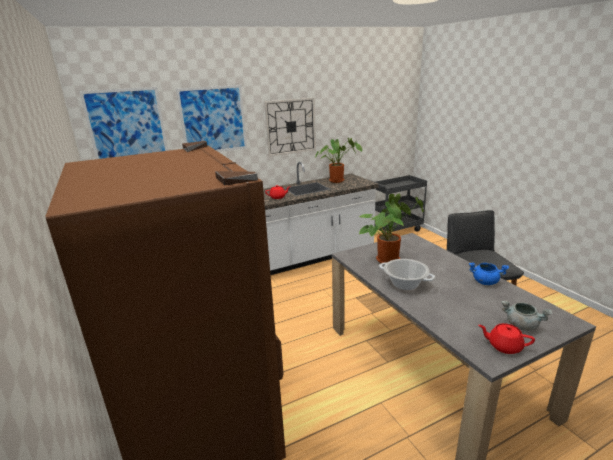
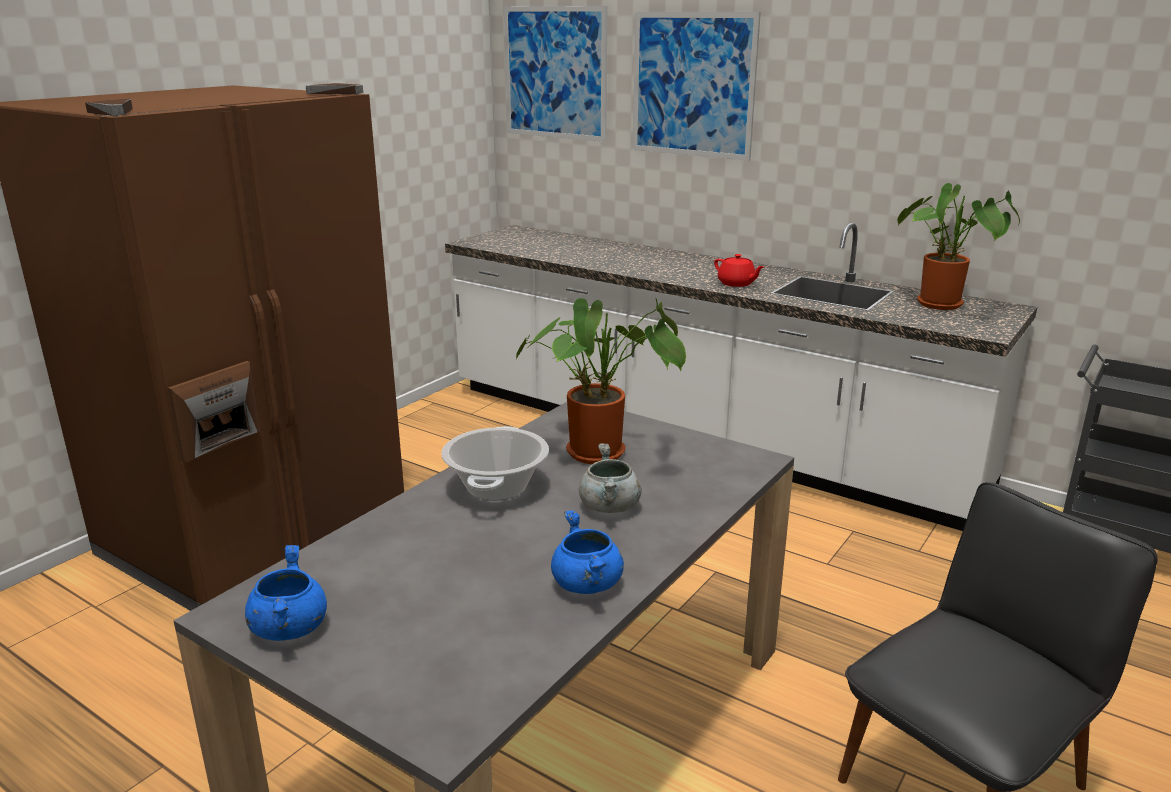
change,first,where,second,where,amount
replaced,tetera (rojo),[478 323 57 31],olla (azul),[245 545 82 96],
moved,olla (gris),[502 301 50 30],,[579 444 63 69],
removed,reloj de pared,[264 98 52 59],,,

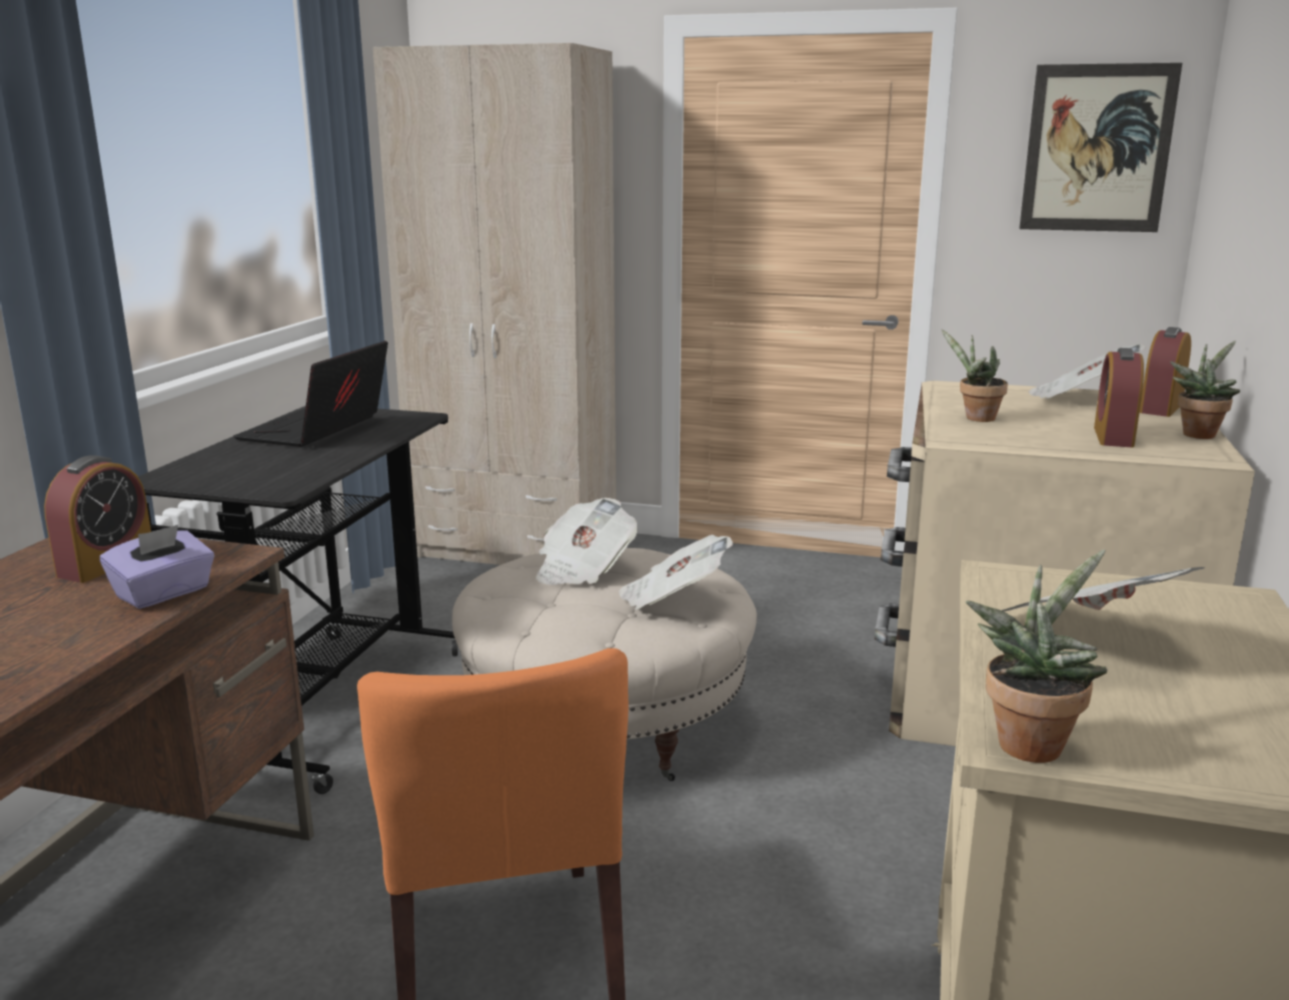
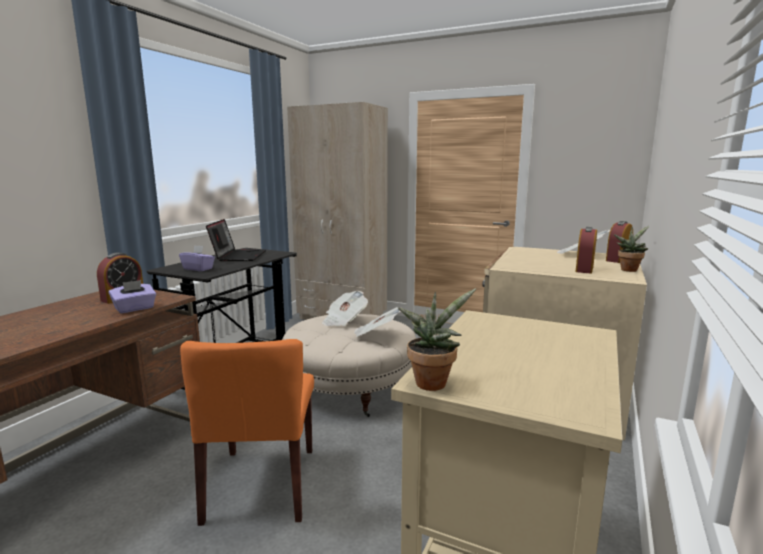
change,first,where,second,where,amount
added,,,caja de pañuelos (morado),[179 245 36 26],
turned,portátil,[233 341 155 106],,[206 219 60 42],150 degrees clockwise
removed,planta en maceta,[941 329 67 93],,,
removed,periódico,[1001 567 204 45],,,
removed,cuadro,[1019 63 163 169],,,

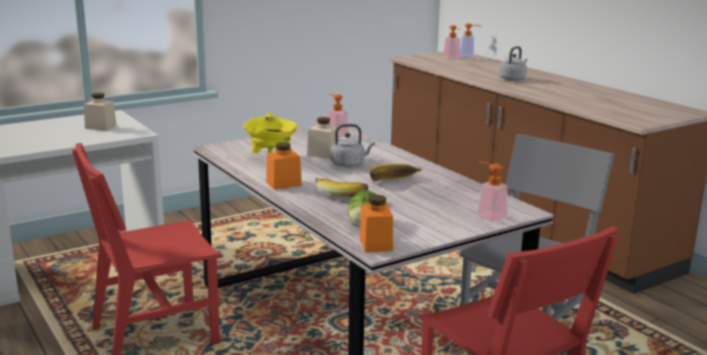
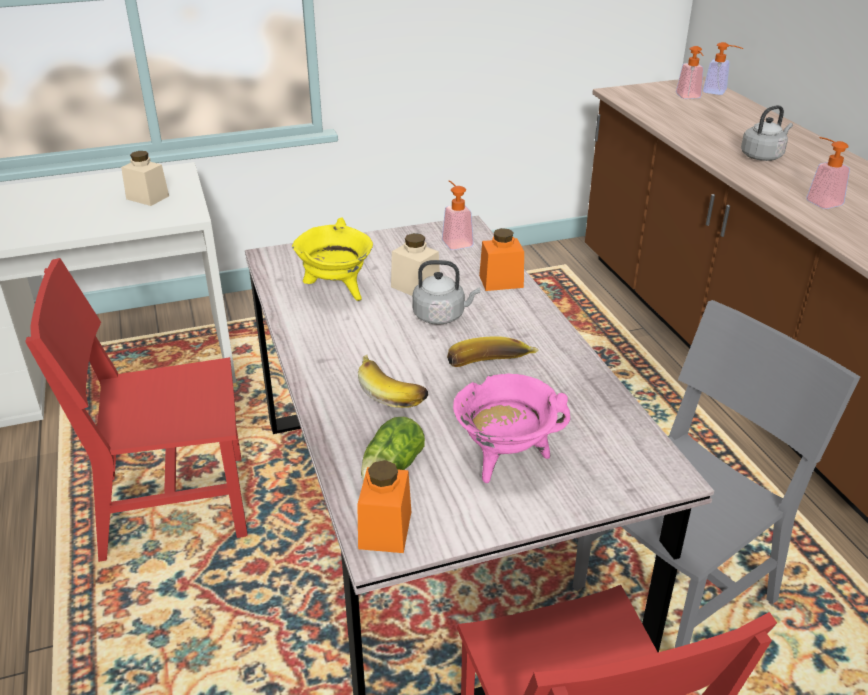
change,first,where,second,where,amount
added,,,olla (rosa),[453 374 117 109],
moved,tarro (naranja),[266 142 36 48],,[479 228 45 63],
moved,dispensador de jabón,[477 162 31 60],,[806 137 44 72],

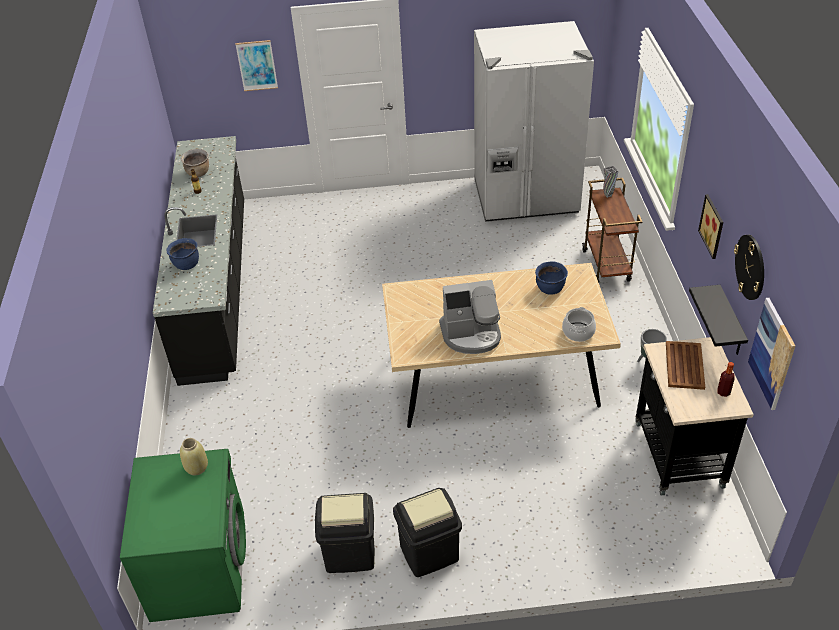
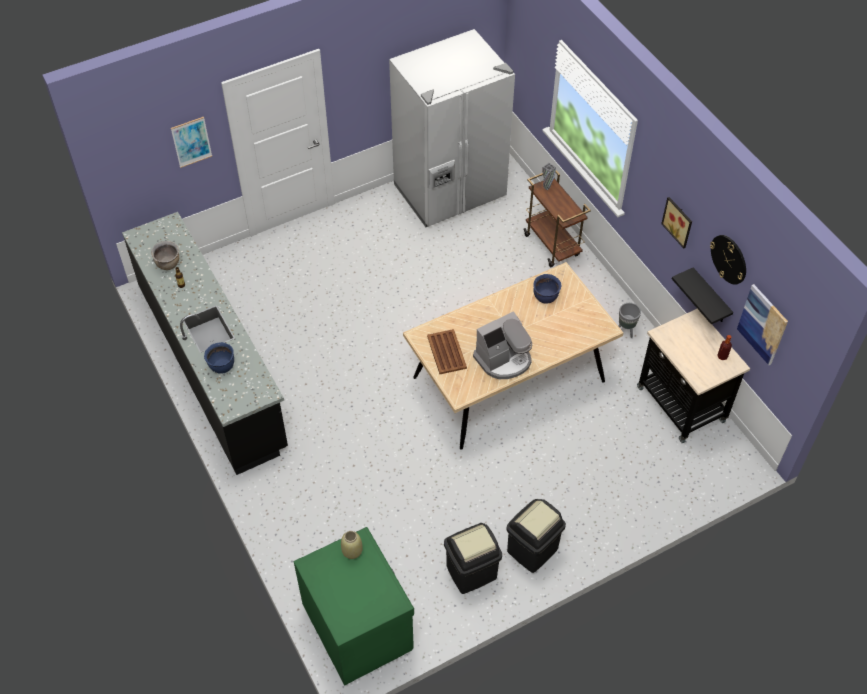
change,first,where,second,where,amount
moved,bandeja (marrón),[666 341 39 49],,[427 329 40 45],
removed,olla,[562 307 34 35],,,

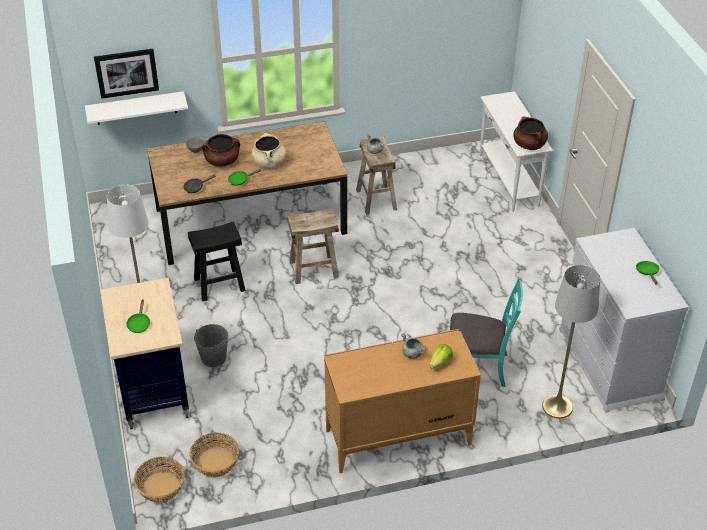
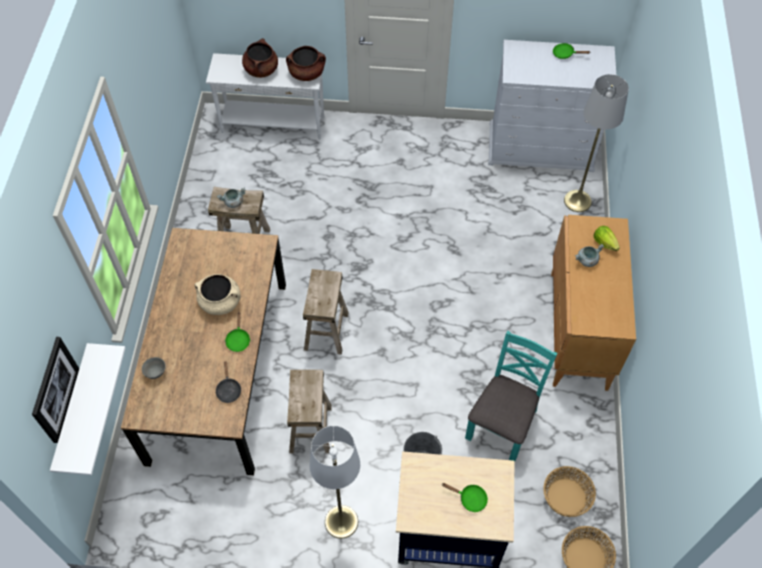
change,first,where,second,where,amount
moved,olla (marrón),[202 134 38 33],,[242 38 36 40],
recoloured,taburete (negro),[188 221 58 81],taburete (beis),[287 370 45 83],
moved,silla (turquesa),[450 277 73 110],,[465 331 93 130],

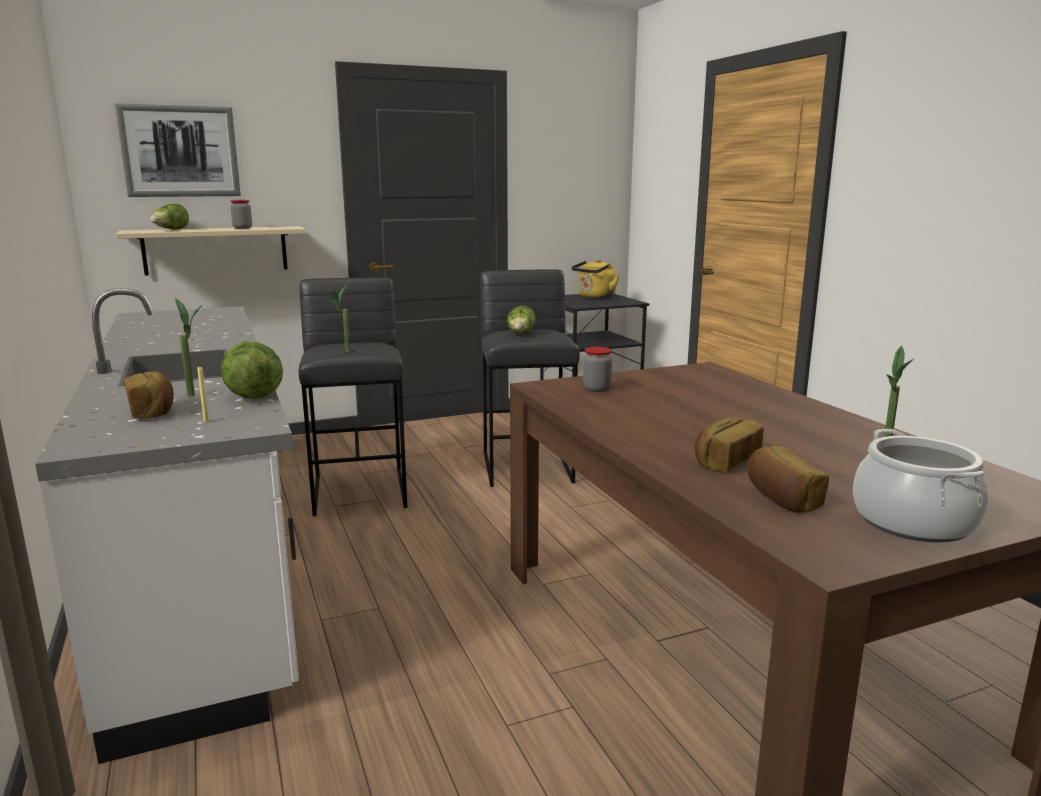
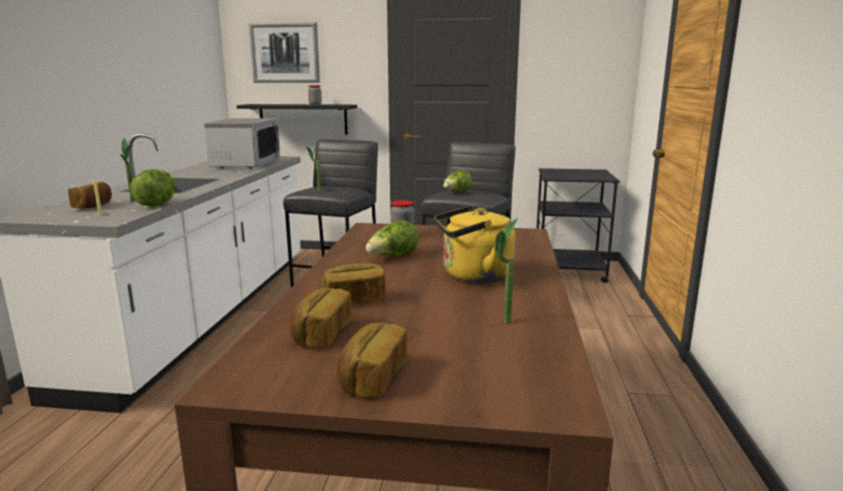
change,first,where,second,where,amount
added,,,microondas,[204 118 76 51],
recoloured,estante (beis),[116 226 190 50],estante (negro),[237 104 120 31],
replaced,olla,[853 429 136 113],pan,[337 323 70 75],
moved,lechuga,[150 204 39 26],,[366 220 53 36],
moved,hervidor (amarillo),[571 260 48 38],,[434 206 82 77],

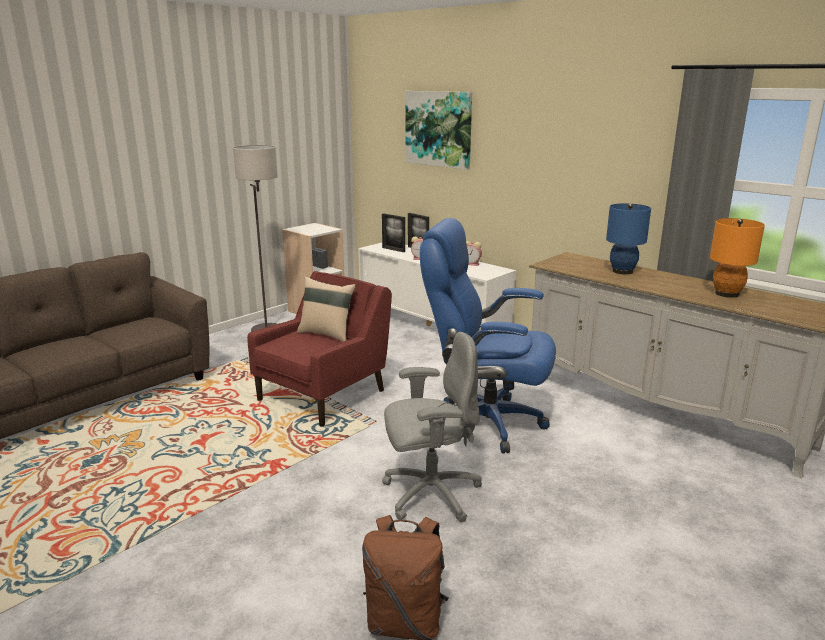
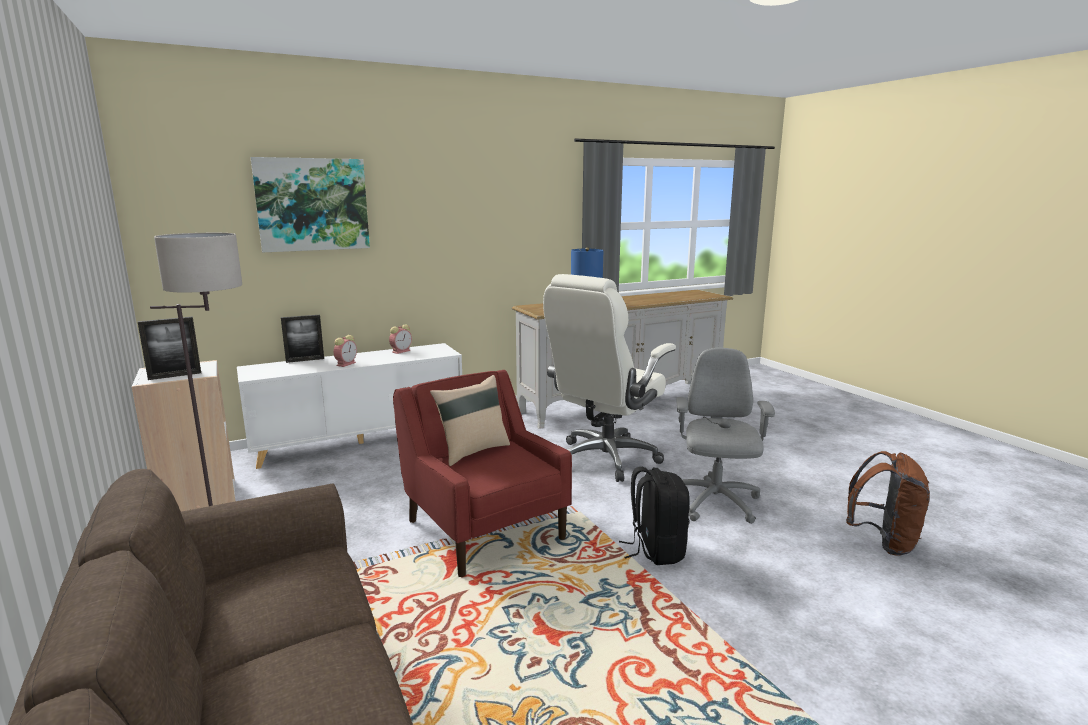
change,first,where,second,where,amount
moved,portarretratos,[382 213 23 39],,[138 316 63 64],
recoloured,silla de oficina (azul),[420 218 136 236],silla de oficina (blanco),[543 274 133 208],
added,,,mochila (negro),[619 467 71 98],
removed,lámpara de mesa (naranja),[710 218 55 80],,,

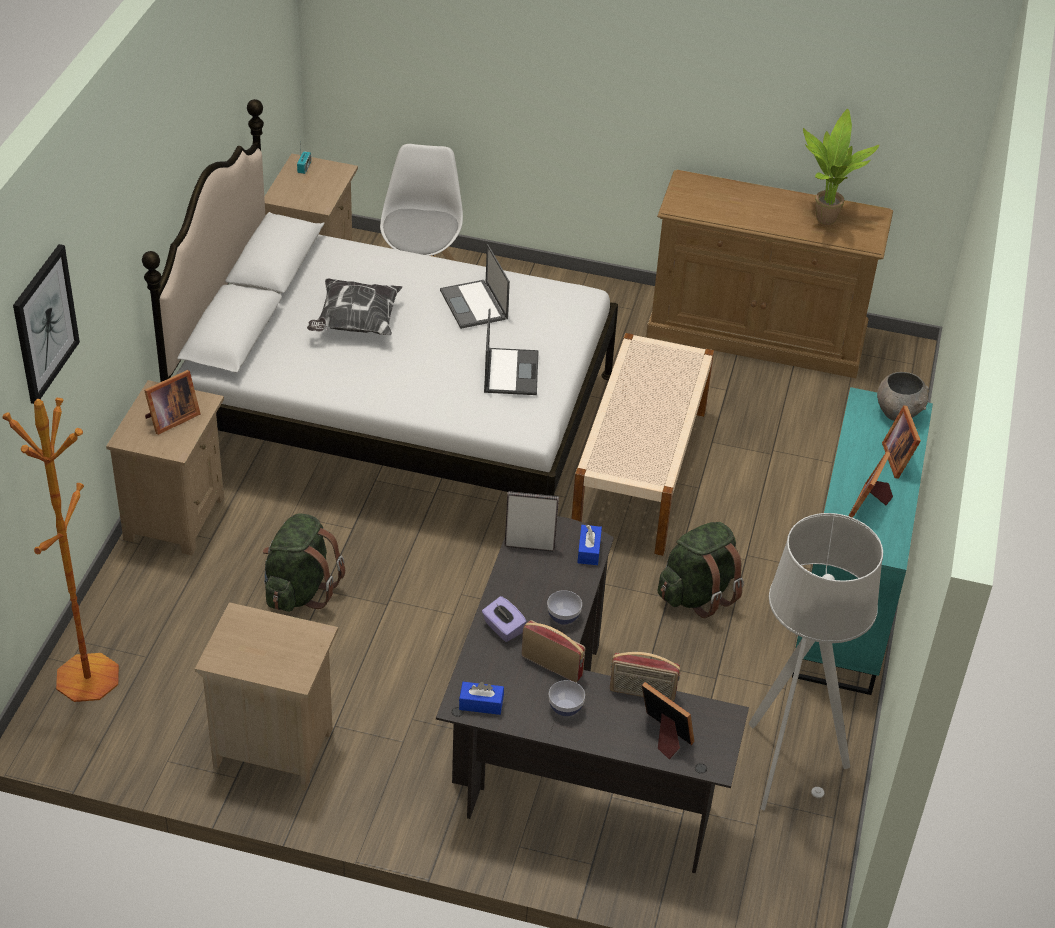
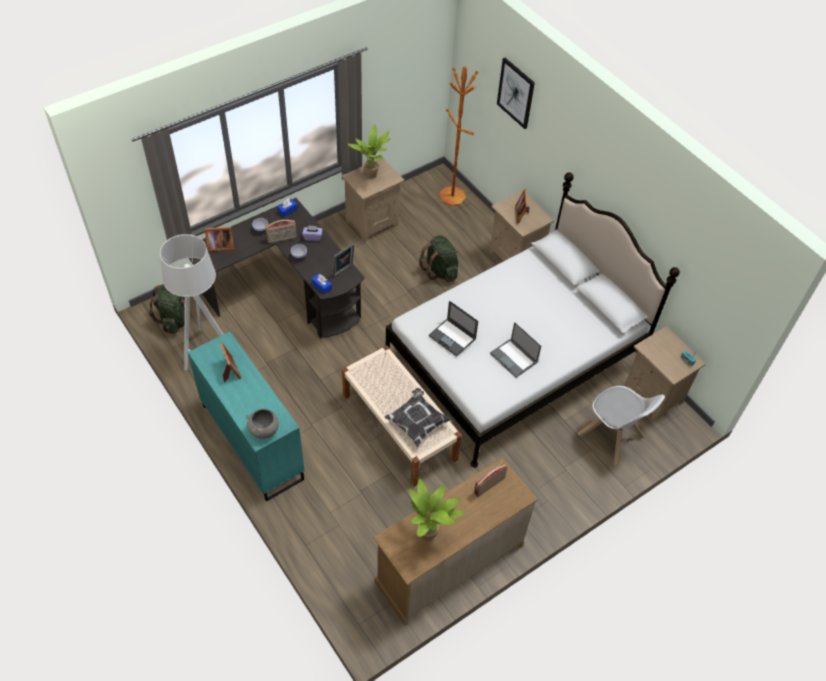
change,first,where,second,where,amount
moved,mochila (verde),[658 522 86 96],,[149 284 42 49],
added,,,planta en maceta,[347 125 44 53],
moved,cojín,[307 278 95 57],,[385 388 66 59],
moved,radio,[610 652 70 50],,[474 463 34 34],
turned,portátil,[440 244 70 85],,[490 322 51 56],150 degrees counterclockwise
removed,portarretratos,[882 405 39 74],,,

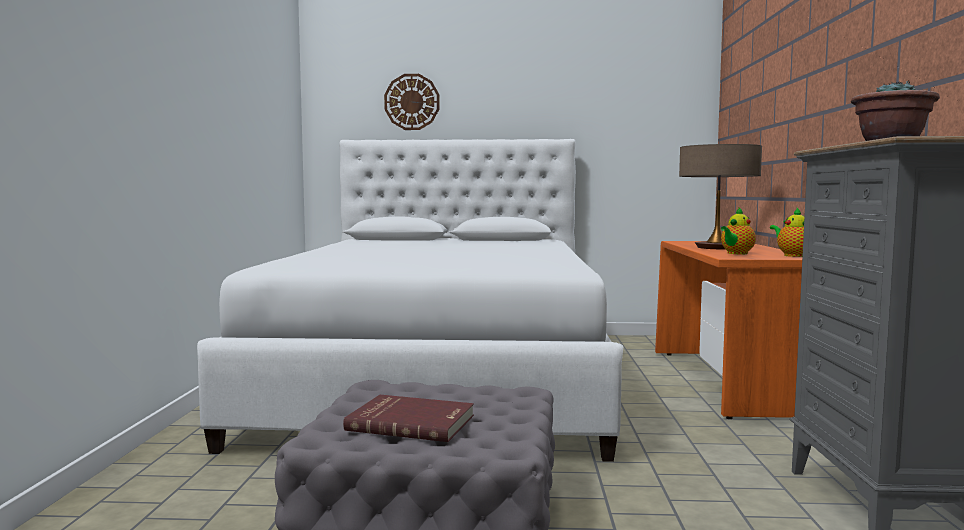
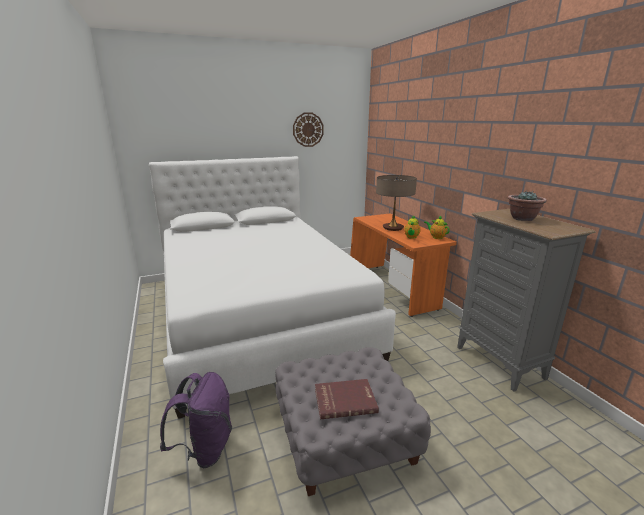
change,first,where,second,where,amount
added,,,mochila (morado),[160 372 72 96],
moved,reloj de pared,[384 74 55 56],,[293 112 31 35],

